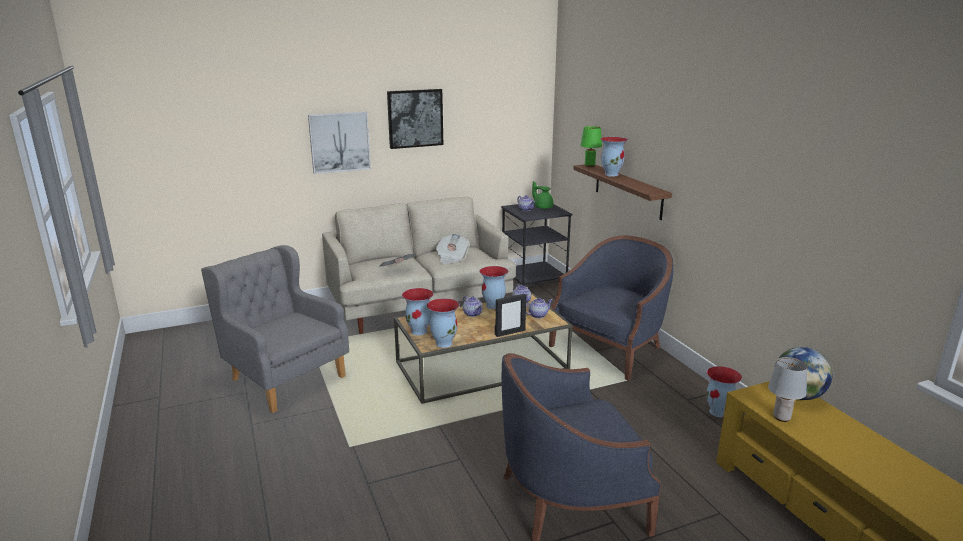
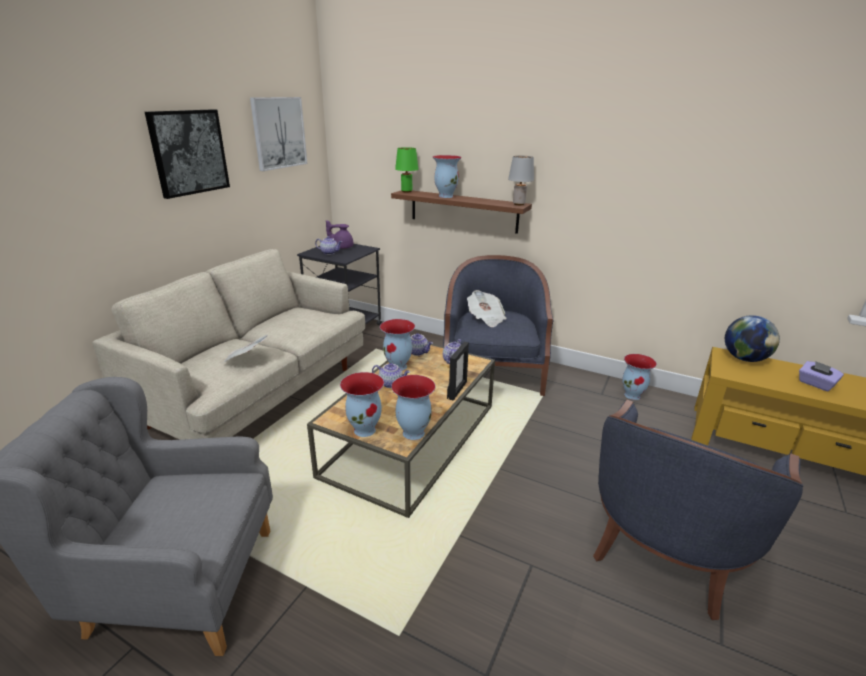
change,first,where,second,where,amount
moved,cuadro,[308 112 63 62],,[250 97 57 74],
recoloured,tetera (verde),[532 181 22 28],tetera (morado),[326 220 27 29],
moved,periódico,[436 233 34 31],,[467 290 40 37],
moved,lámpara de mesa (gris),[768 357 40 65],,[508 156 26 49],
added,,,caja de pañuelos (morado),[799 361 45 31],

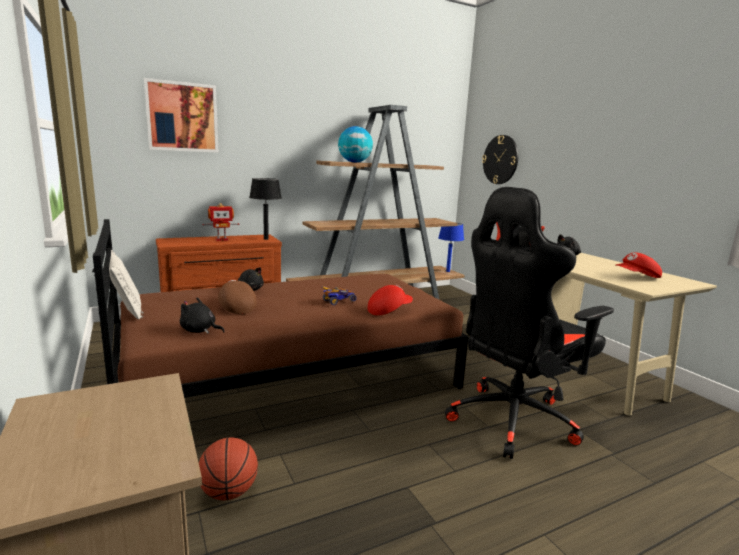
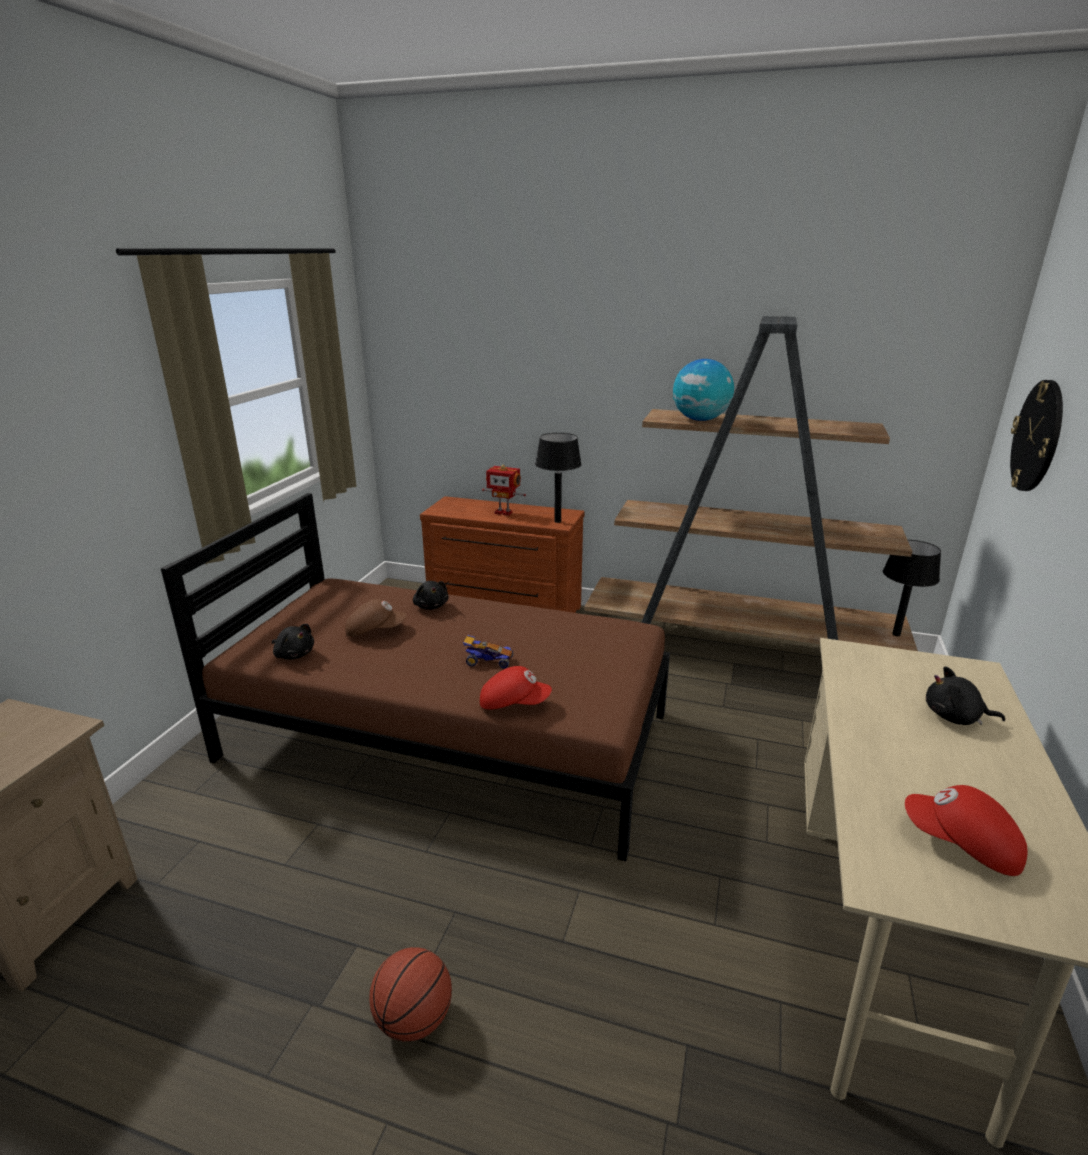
change,first,where,second,where,amount
turned,peluche (negro),[180 297 45 37],,[272 624 42 36],150 degrees clockwise
turned,gorra (marrón),[218 280 39 34],,[345 599 61 38],75 degrees clockwise
moved,balón de baloncesto,[199 437 59 63],,[369 947 83 95],
recoloured,lámpara de mesa (azul),[438 223 26 49],lámpara de mesa (negro),[883 540 58 96],
removed,cojín (blanco),[109 250 34 69],,,
removed,cuadro,[144 78 74 75],,,
removed,silla de oficina (negro),[445 187 169 272],,,

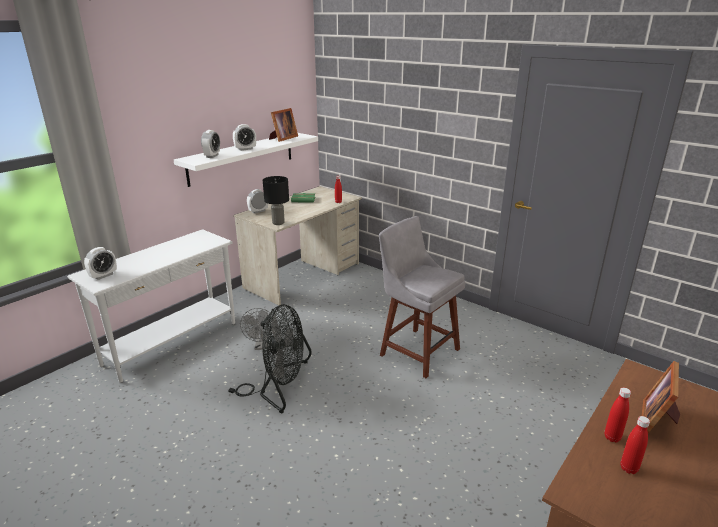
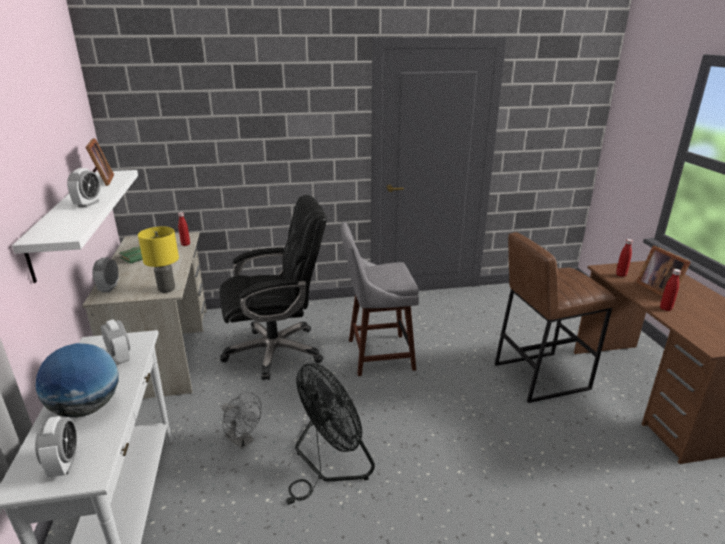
change,first,where,second,where,amount
added,,,globo terráqueo,[36 343 83 74],
moved,despertador,[201 130 19 28],,[101 319 29 45],
recoloured,lámpara de mesa (negro),[263 176 26 49],lámpara de mesa (amarillo),[138 226 41 67],
added,,,silla de oficina (negro),[220 195 107 185],
added,,,taburete (marrón),[495 232 121 171],
moved,botella (rojo),[620 416 30 58],,[616 239 17 38],

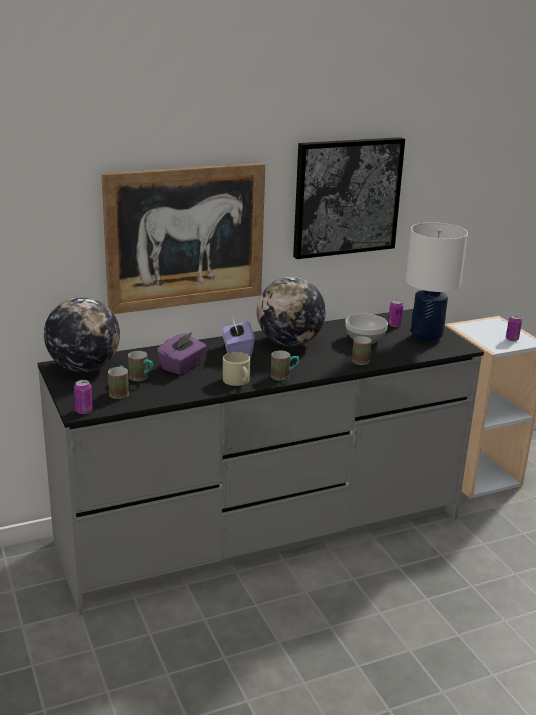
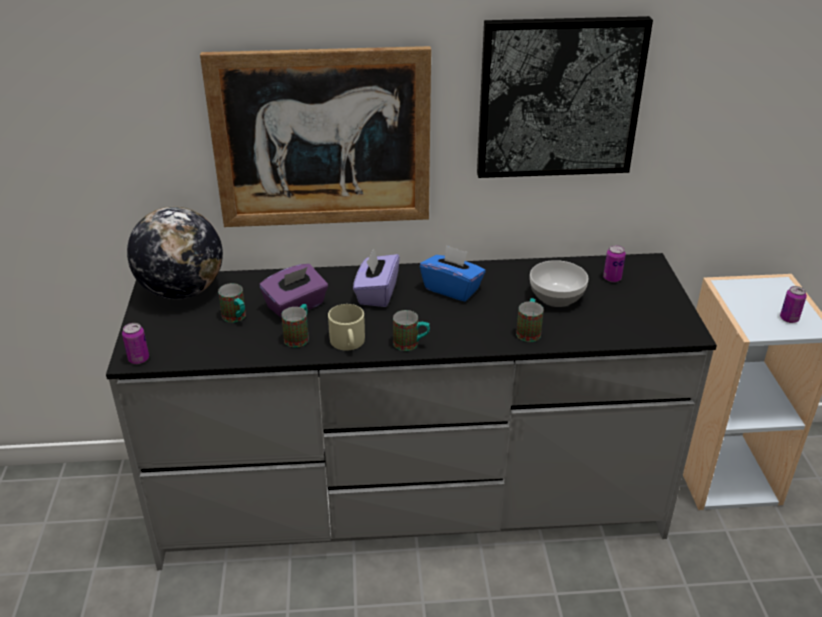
change,first,where,second,where,amount
moved,taza grande,[108 366 21 33],,[281 304 28 43],
replaced,globo terráqueo,[257 277 69 69],caja de pañuelos (azul),[420 245 66 57],
removed,lámpara de mesa (blanco),[406 222 62 120],,,

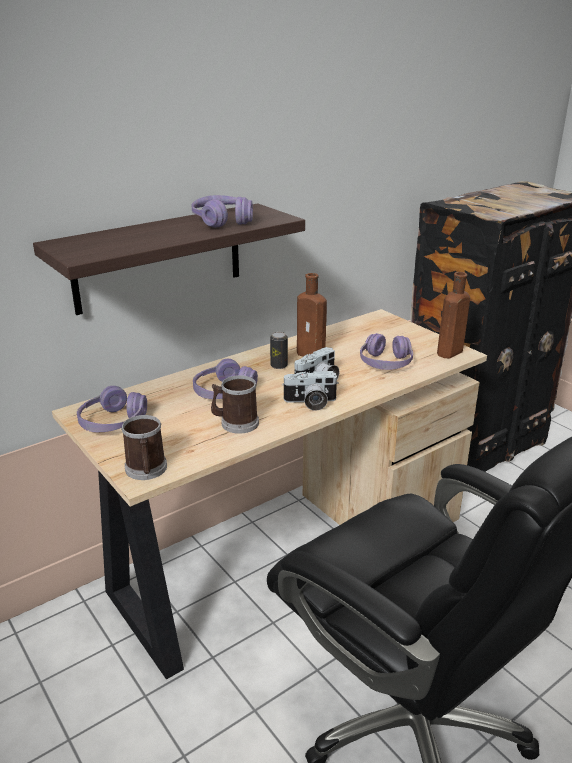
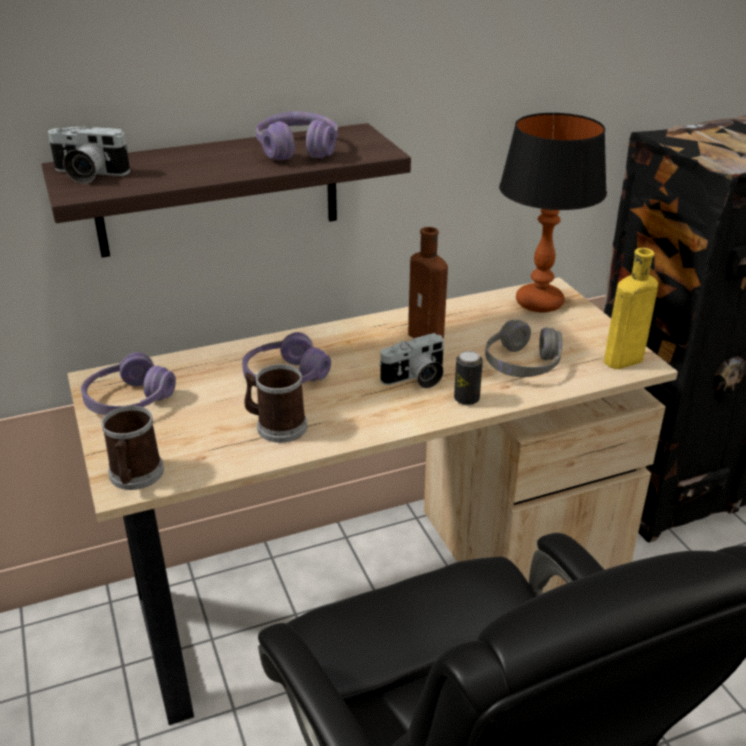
change,first,where,second,where,amount
moved,cámara,[282 371 57 40],,[48 126 82 58],
moved,lata,[270 332 18 37],,[454 351 29 54],
recoloured,auriculares (morado),[360 333 53 37],auriculares (gris),[485 320 77 57],
added,,,lámpara de mesa,[499 113 108 200],
recoloured,botella (marrón),[437 272 33 86],botella (amarillo),[604 248 54 121],

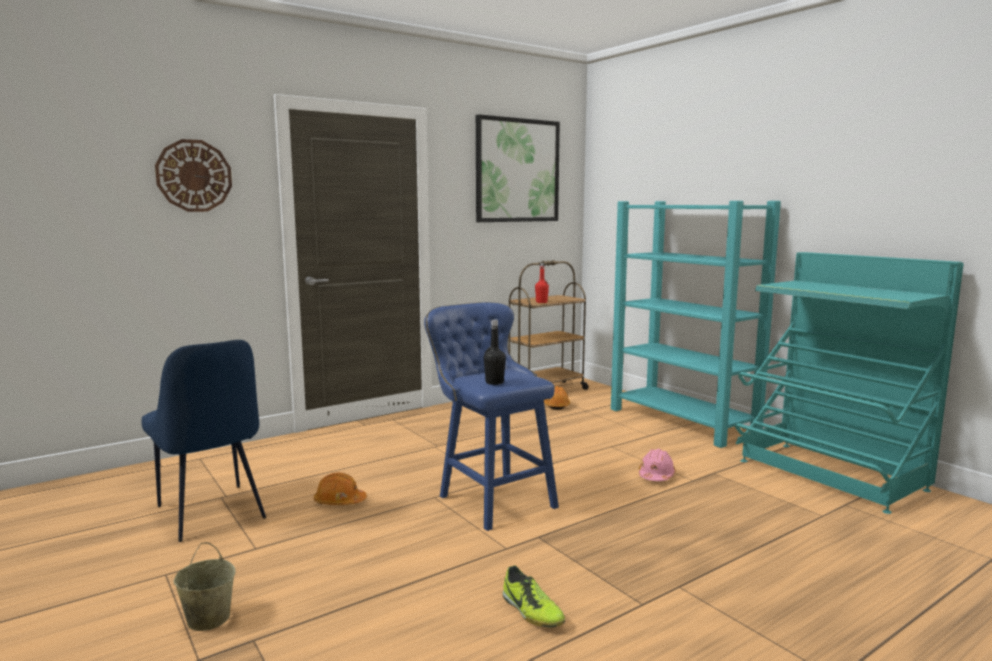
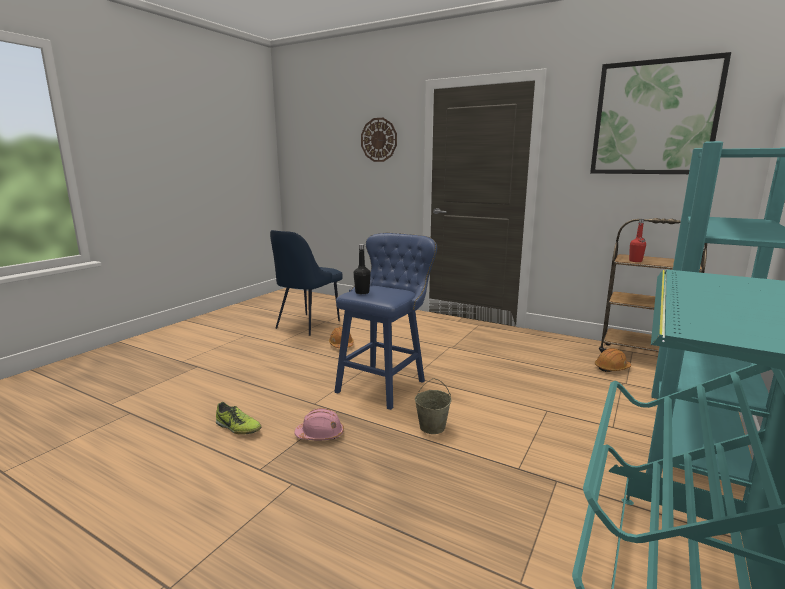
change,first,where,second,where,amount
turned,zapato,[502 565 63 63],,[216 402 45 33],90 degrees counterclockwise
moved,casco (rosa),[639 449 37 32],,[294 408 50 32],
moved,cubo (beis),[174 542 62 89],,[415 378 37 56],

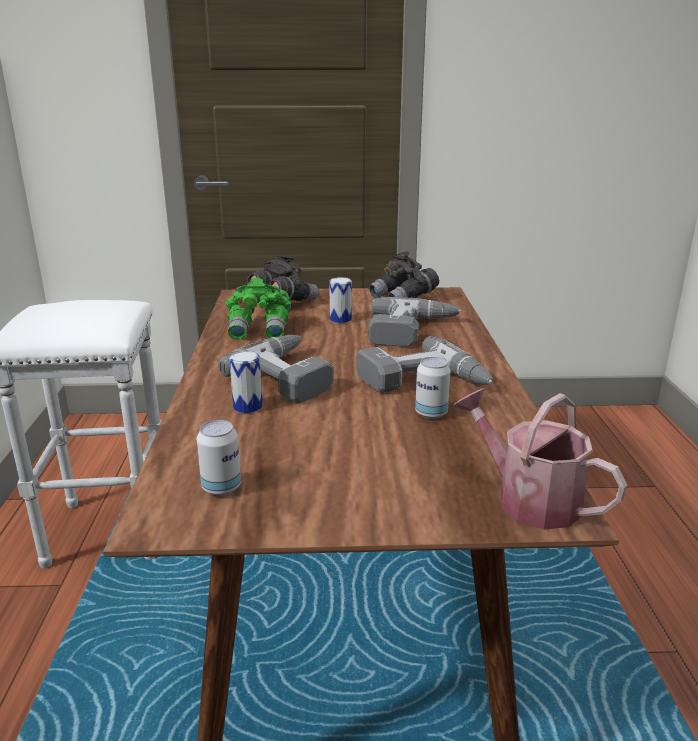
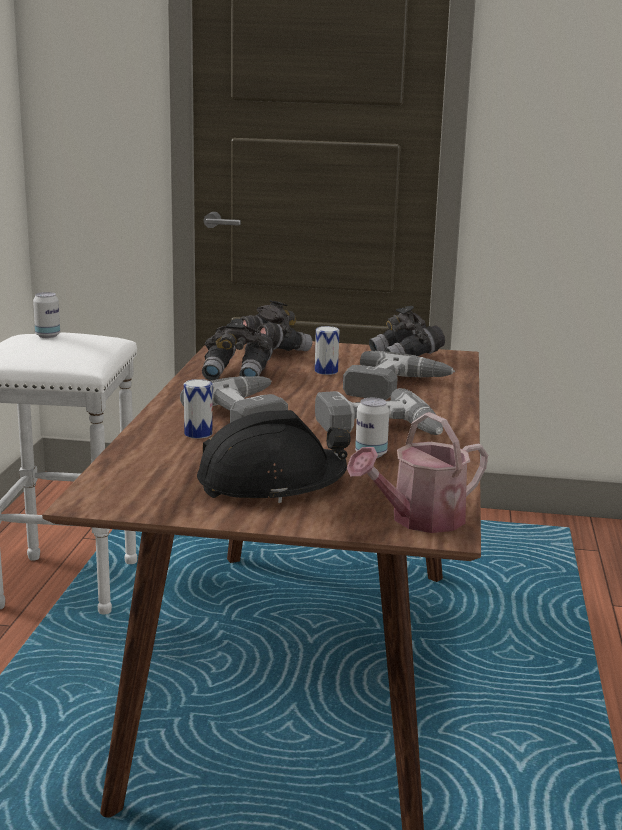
change,first,where,second,where,amount
moved,lata,[197 420 44 76],,[33 292 27 46],
added,,,casco (negro),[197 410 154 93],
recoloured,prismáticos (verde),[226 278 65 62],prismáticos (gris),[202 319 72 62],
turned,regadera,[453 388 174 141],,[347 412 141 121],90 degrees counterclockwise

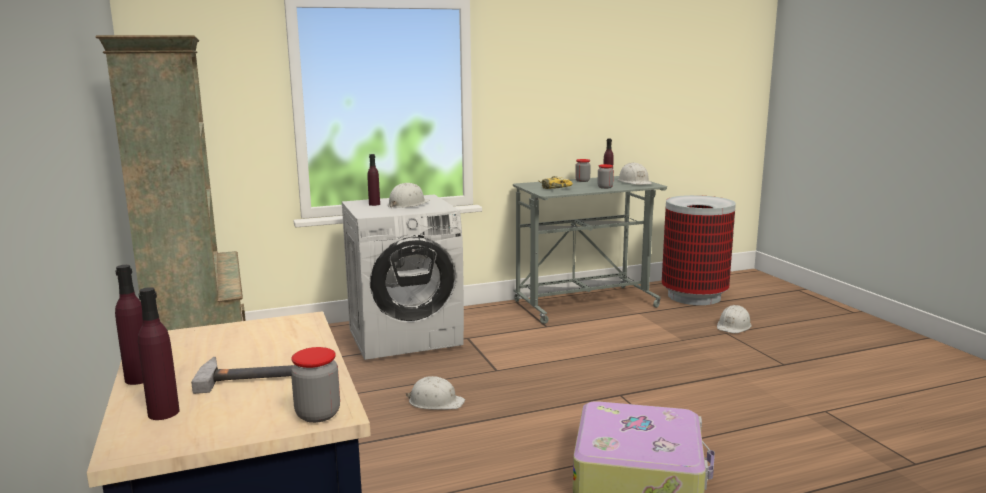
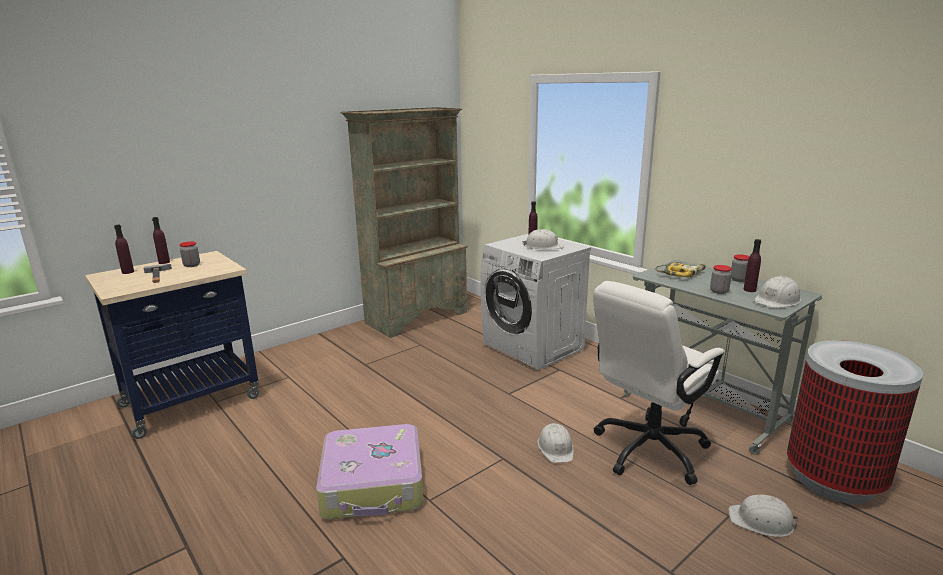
change,first,where,second,where,amount
moved,tarro,[291 347 49 76],,[180 241 20 26],
moved,casco (blanco),[406 376 59 34],,[537 423 37 40],
added,,,silla de oficina (blanco),[593 281 132 204],

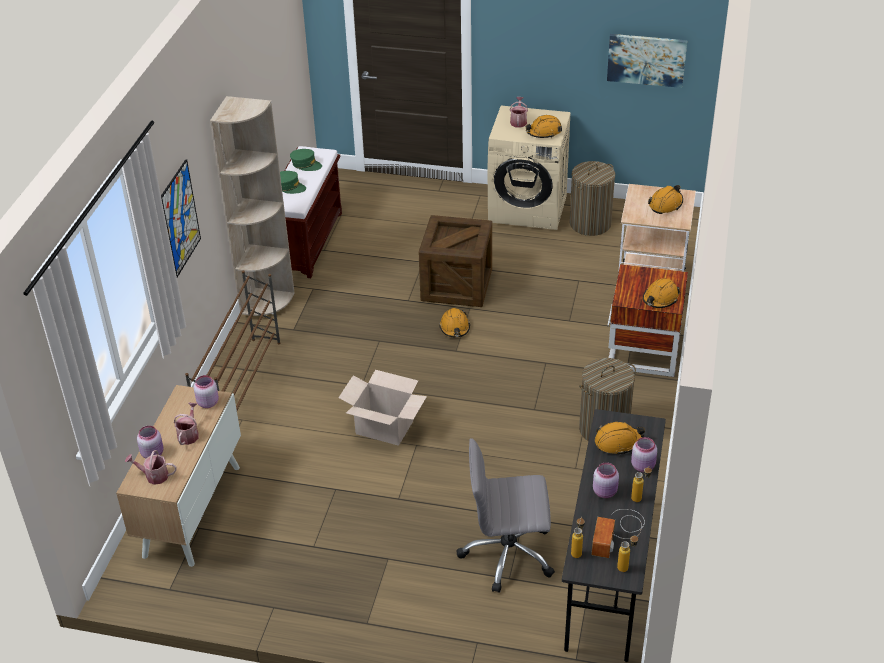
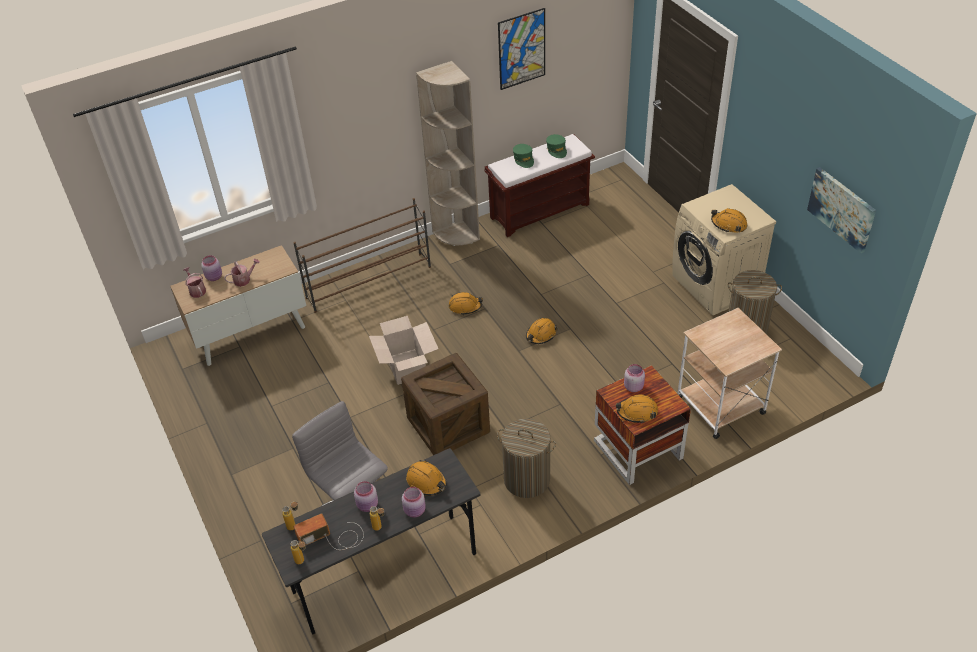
change,first,where,second,where,amount
moved,caja de embalaje,[418 215 74 92],,[401 353 89 102],
moved,casco (naranja),[648 185 35 29],,[449 292 34 22],
moved,cuadro,[161 159 40 118],,[498 8 47 82],
moved,tarro (rosa),[194 375 25 33],,[624 364 21 28],
removed,regadera,[510 97 18 31],,,

